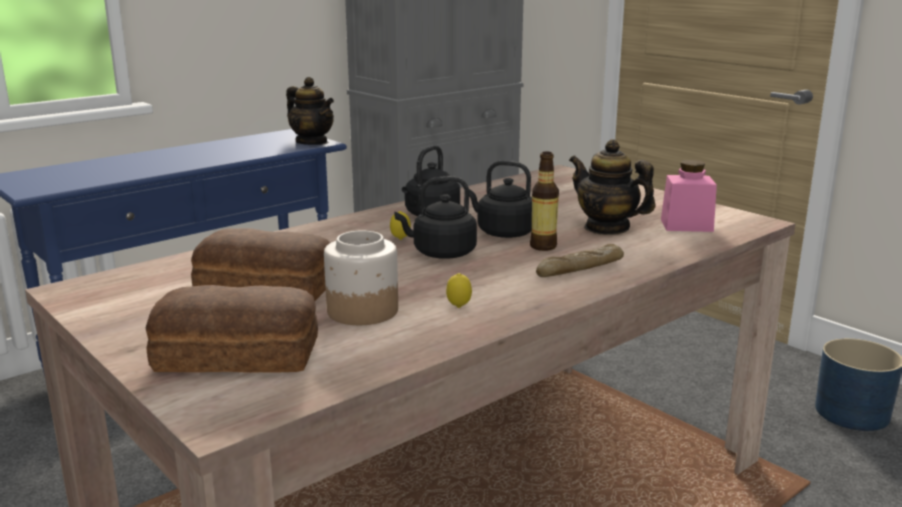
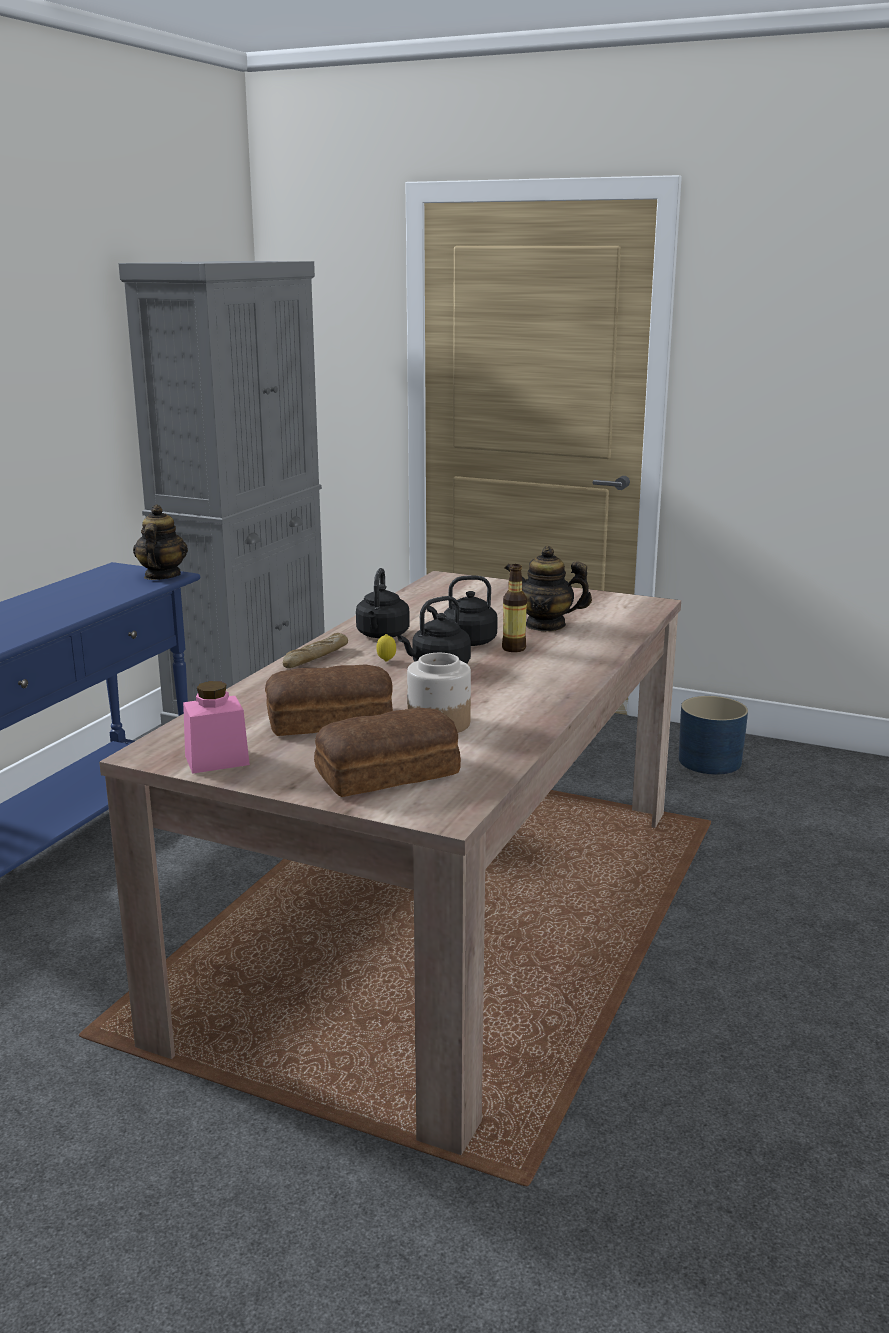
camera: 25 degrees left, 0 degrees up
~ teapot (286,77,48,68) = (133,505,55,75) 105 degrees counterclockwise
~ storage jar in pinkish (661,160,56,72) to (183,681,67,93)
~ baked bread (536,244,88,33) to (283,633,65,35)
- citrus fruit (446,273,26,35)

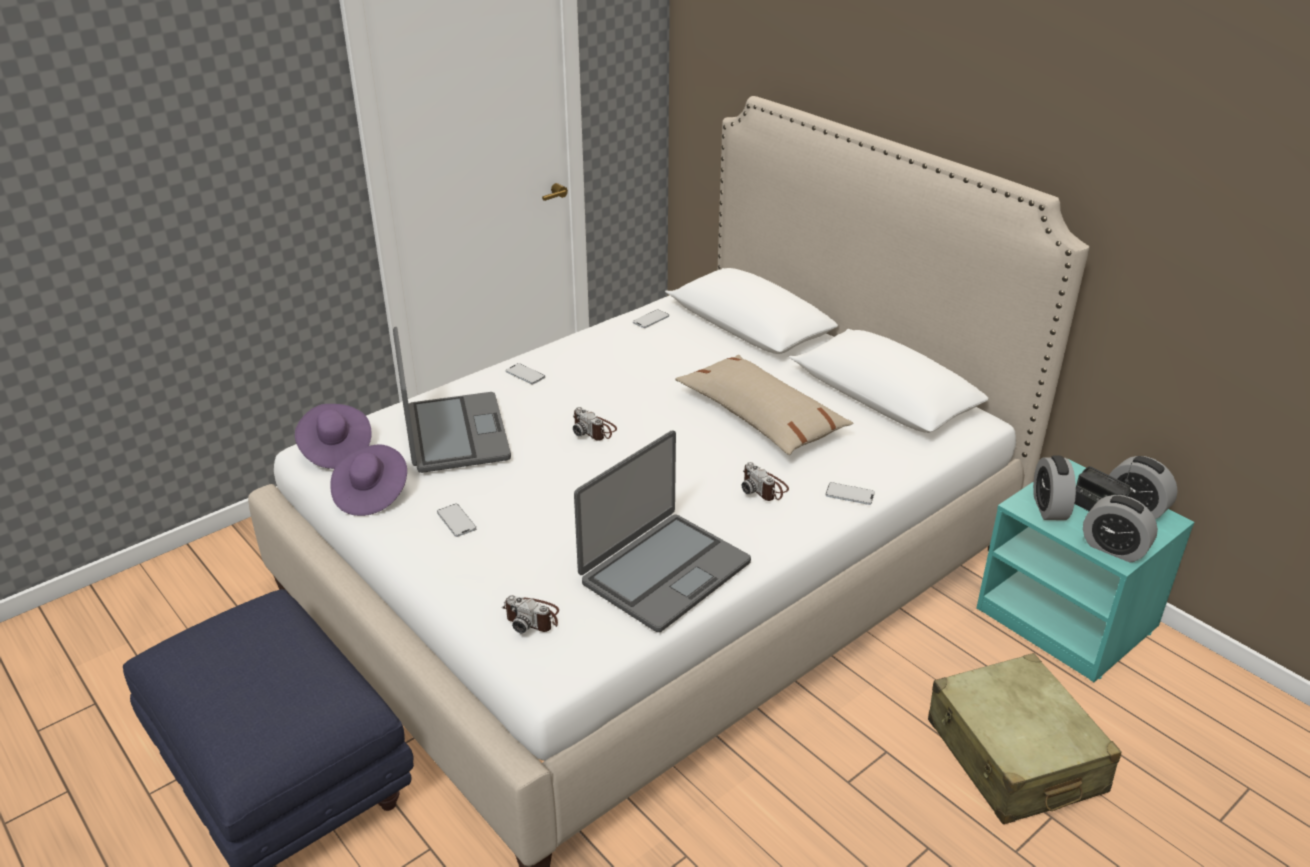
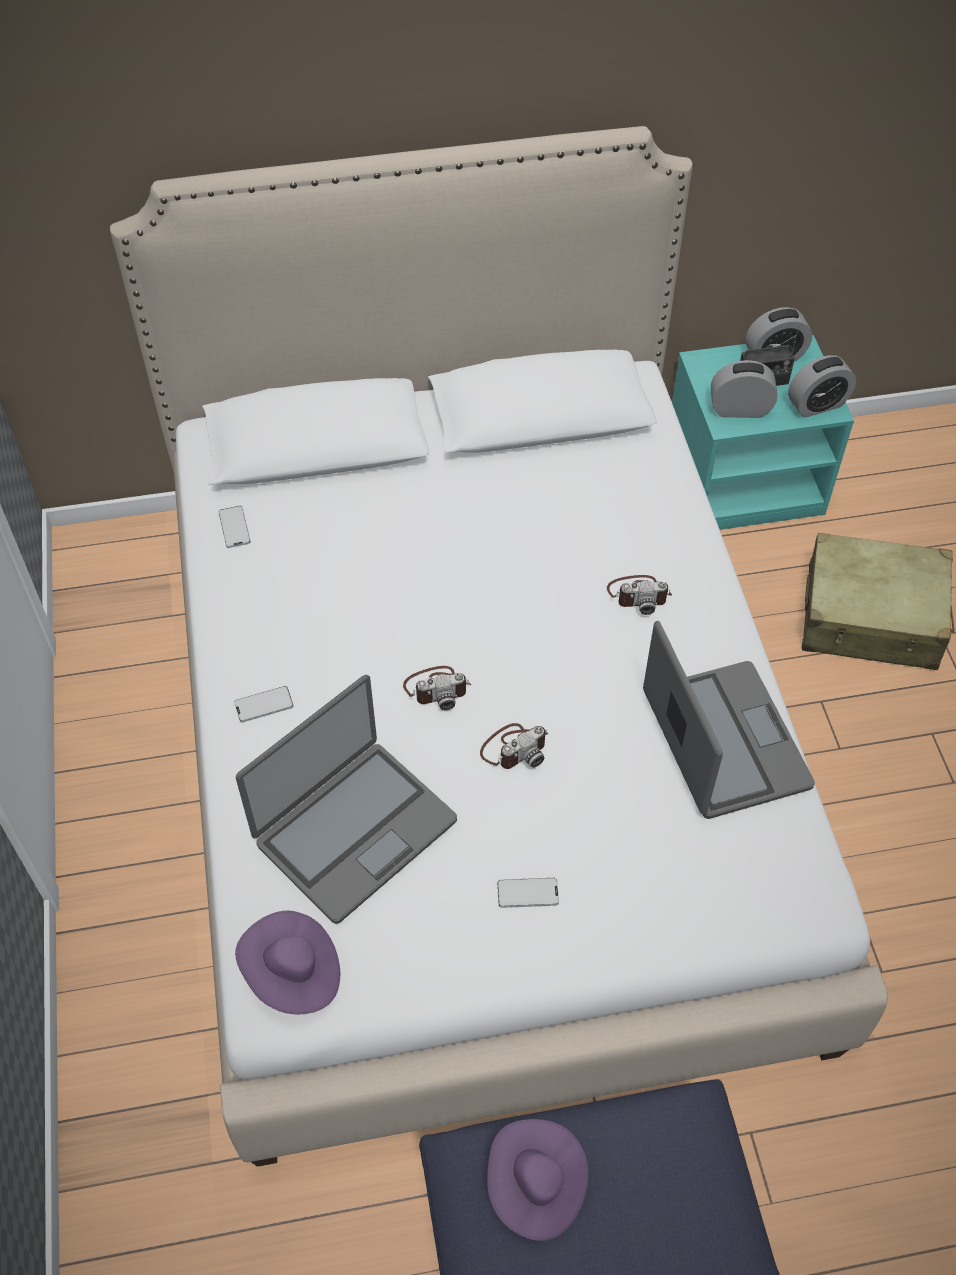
camera: 60 degrees left, 20 degrees up
~ laptop (393,327,118,146) = (236,675,221,249) 120 degrees clockwise
~ still camera (502,595,57,38) to (480,723,68,46)
~ clothing hat in purple (330,444,77,72) to (487,1119,101,122)
~ alarm clock (1033,455,43,65) = (711,360,66,58) 150 degrees clockwise
- throw pillow in beige-coloured (675,355,178,100)
- handset (826,482,49,23)

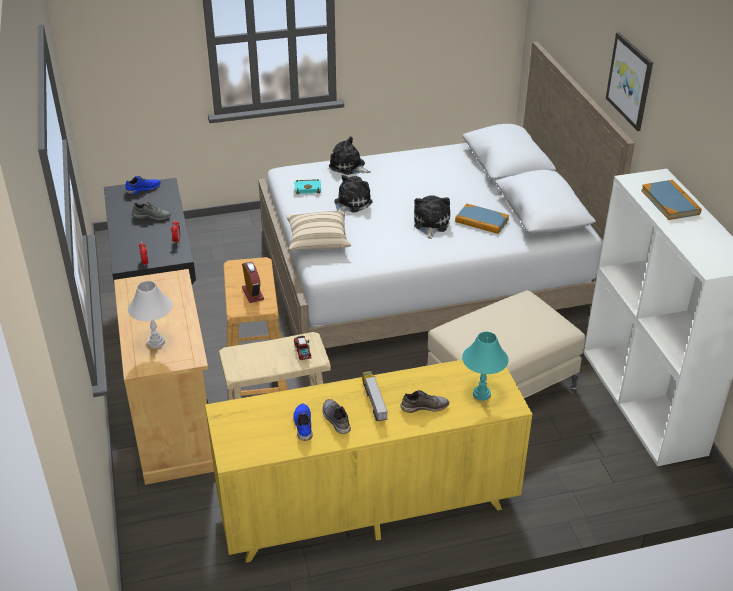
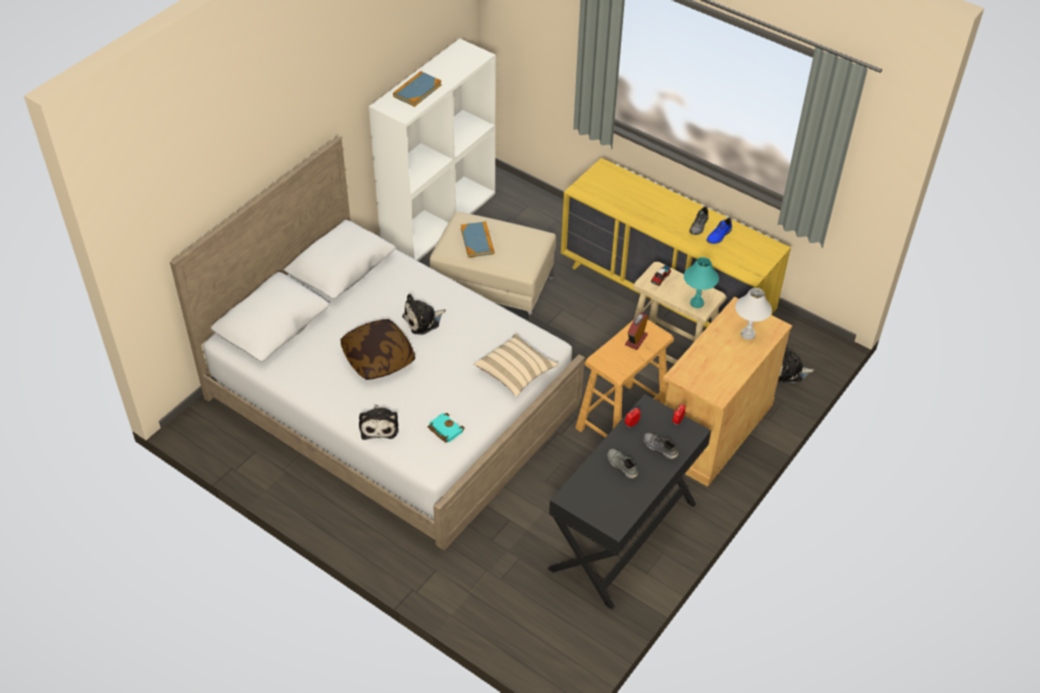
camera: 130 degrees left, 10 degrees up
+ throw pillow (341,319,74,61)
~ book (455,204,54,30) to (461,221,33,37)
~ low shoe in greyish (400,390,49,23) to (643,433,35,26)
~ tabletop lamp in blue-green (462,332,46,69) to (684,257,35,51)
~ cuddly toy (334,175,39,37) to (778,343,36,40)
- low shoe in blue (125,176,36,19)
- model truck (362,371,26,50)
- wall picture (606,32,47,99)

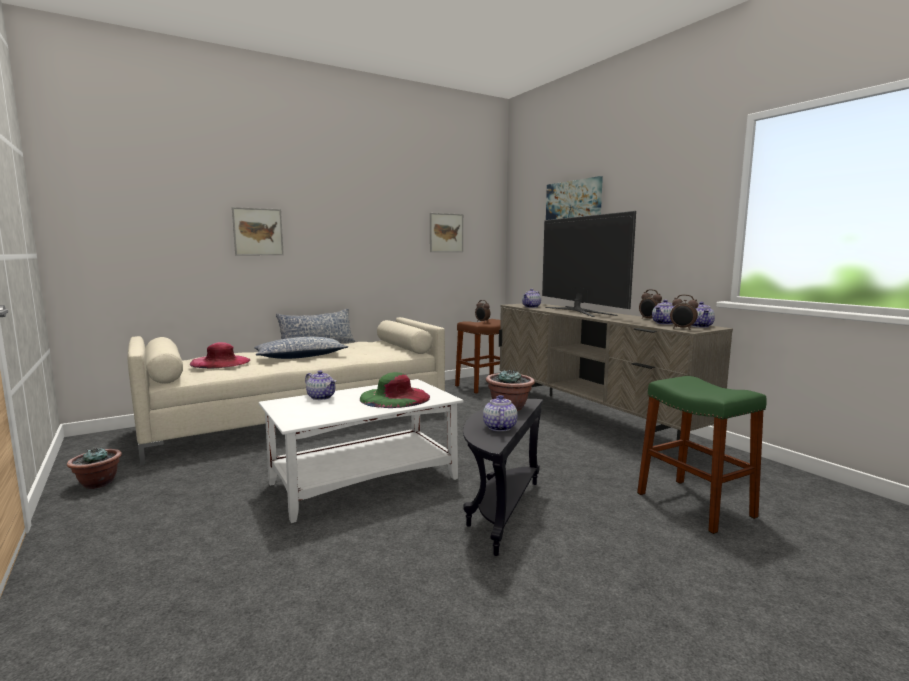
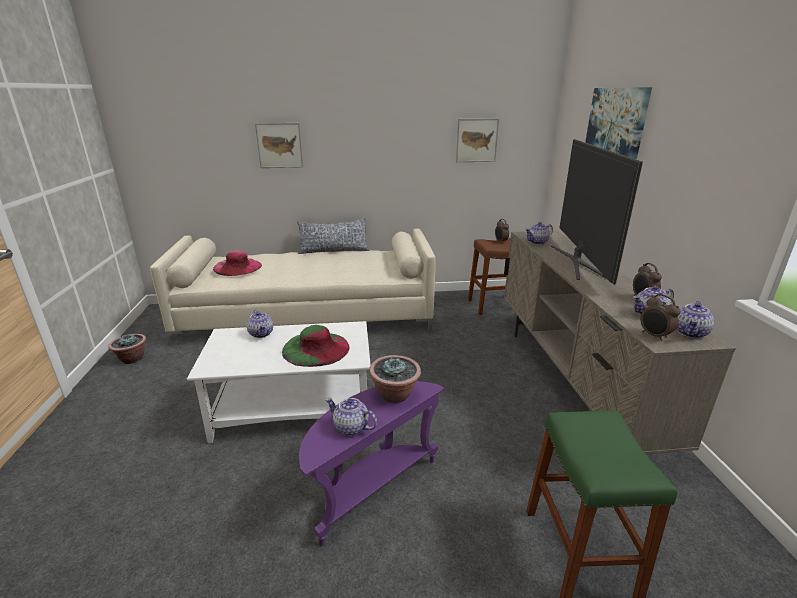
camera: 25 degrees right, 15 degrees up
~ accent table in black (463,399,80,157) to accent table in purple (299,381,146,165)
~ teapot (483,395,35,37) = (325,398,52,38) 90 degrees counterclockwise
- throw pillow (254,337,94,22)

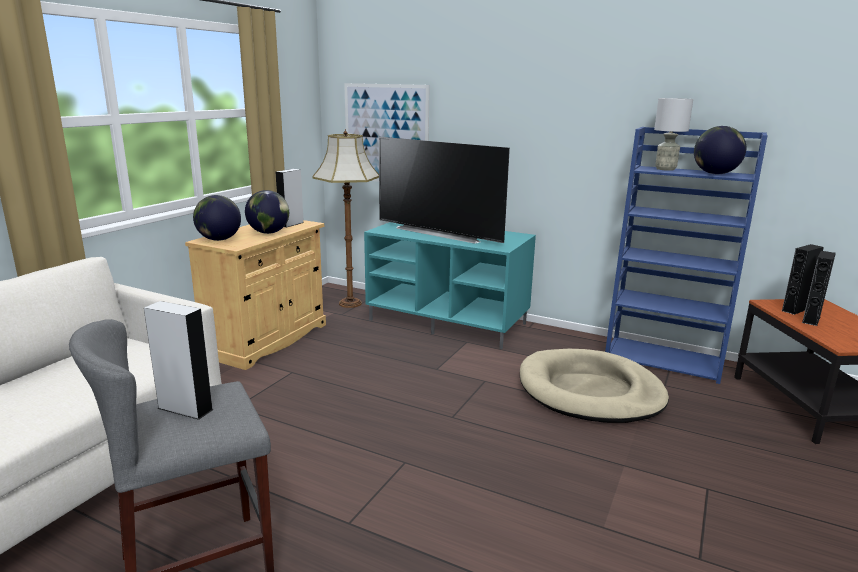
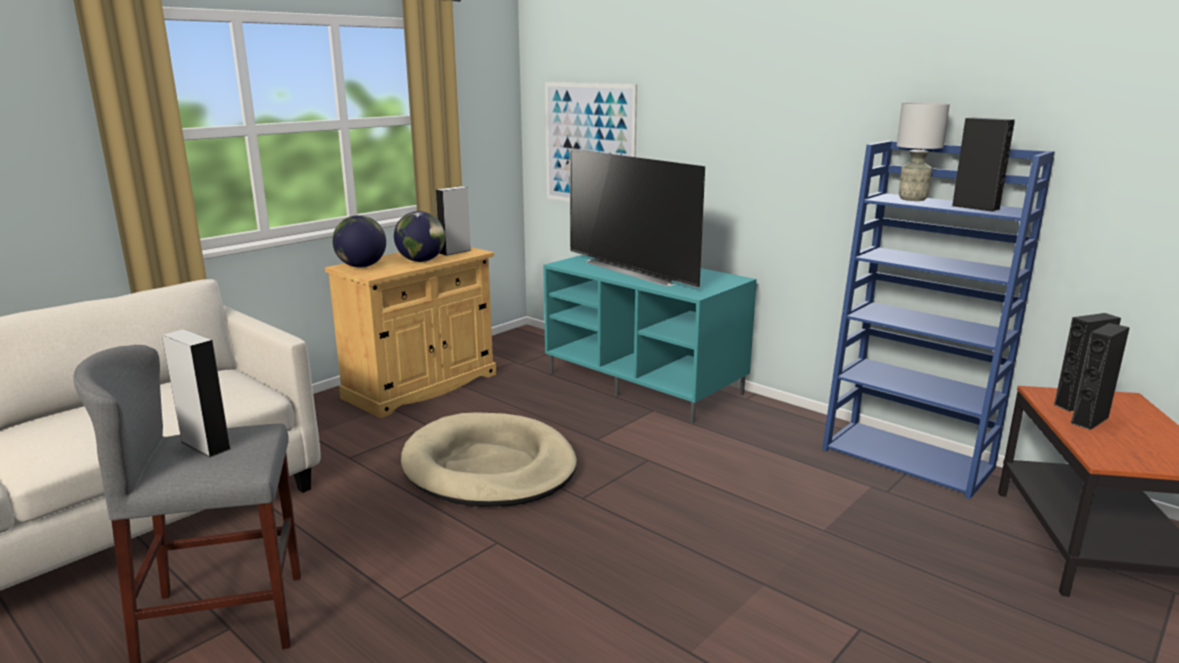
camera: 15 degrees right, 0 degrees up
~ pet bed in beige-coloured (520,349,149,74) to (401,412,176,95)
~ world globe (694,126,52,48) to audio speaker in black (952,118,63,94)
- standard lamp (312,129,67,179)

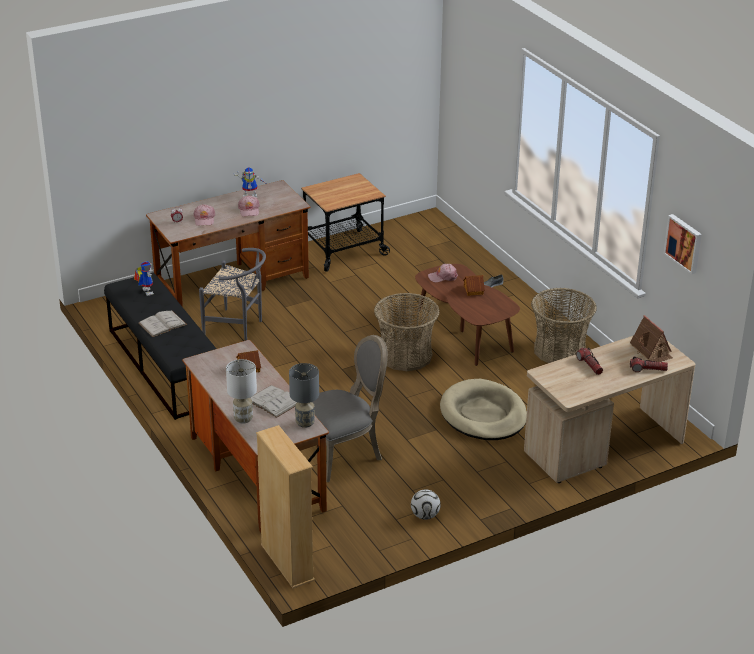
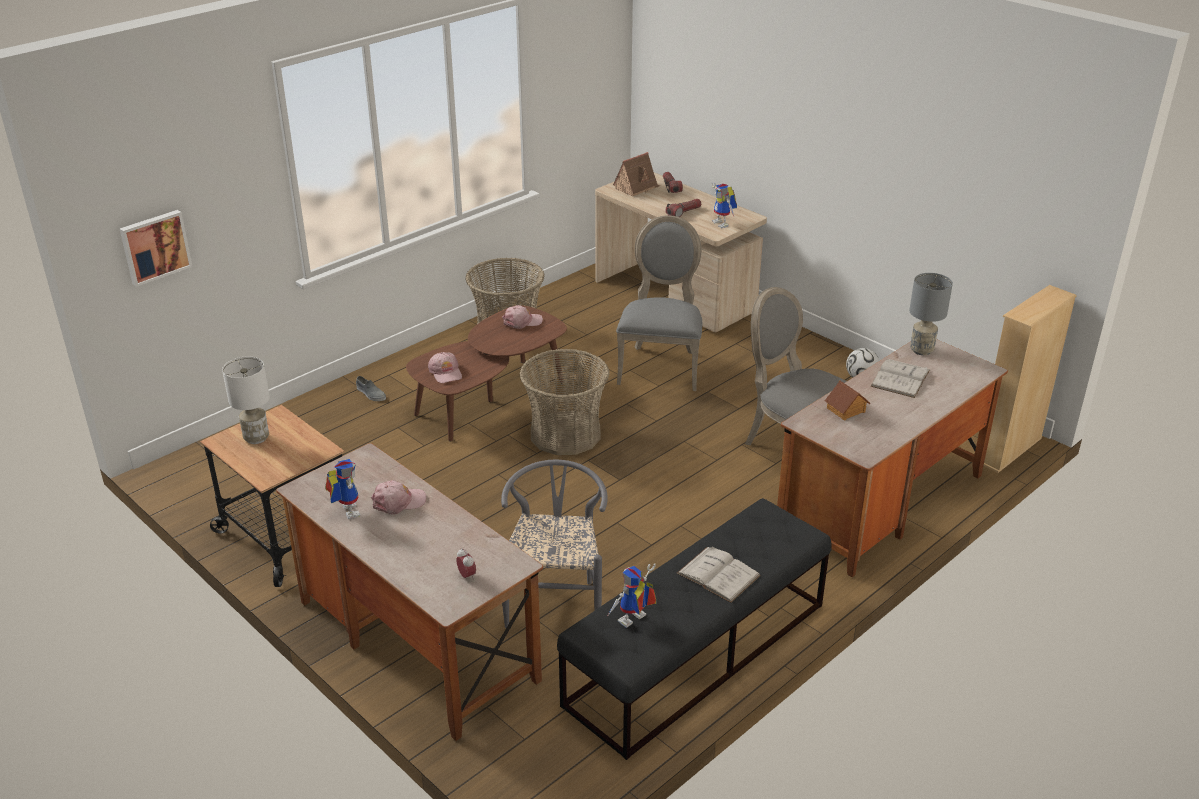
camera: 105 degrees left, 0 degrees up
~ wall picture (663,214,39,61) to (120,210,73,77)
~ tabletop lamp in whitish (226,359,31,65) to (222,356,48,88)
~ baseball cap in pinkish (193,204,22,22) to (502,305,41,24)
~ pet bed in beige-coloured (440,379,87,61) to upright chair in greyish (616,215,86,176)
+ model robot (711,182,26,46)
- miniature house (463,275,22,21)

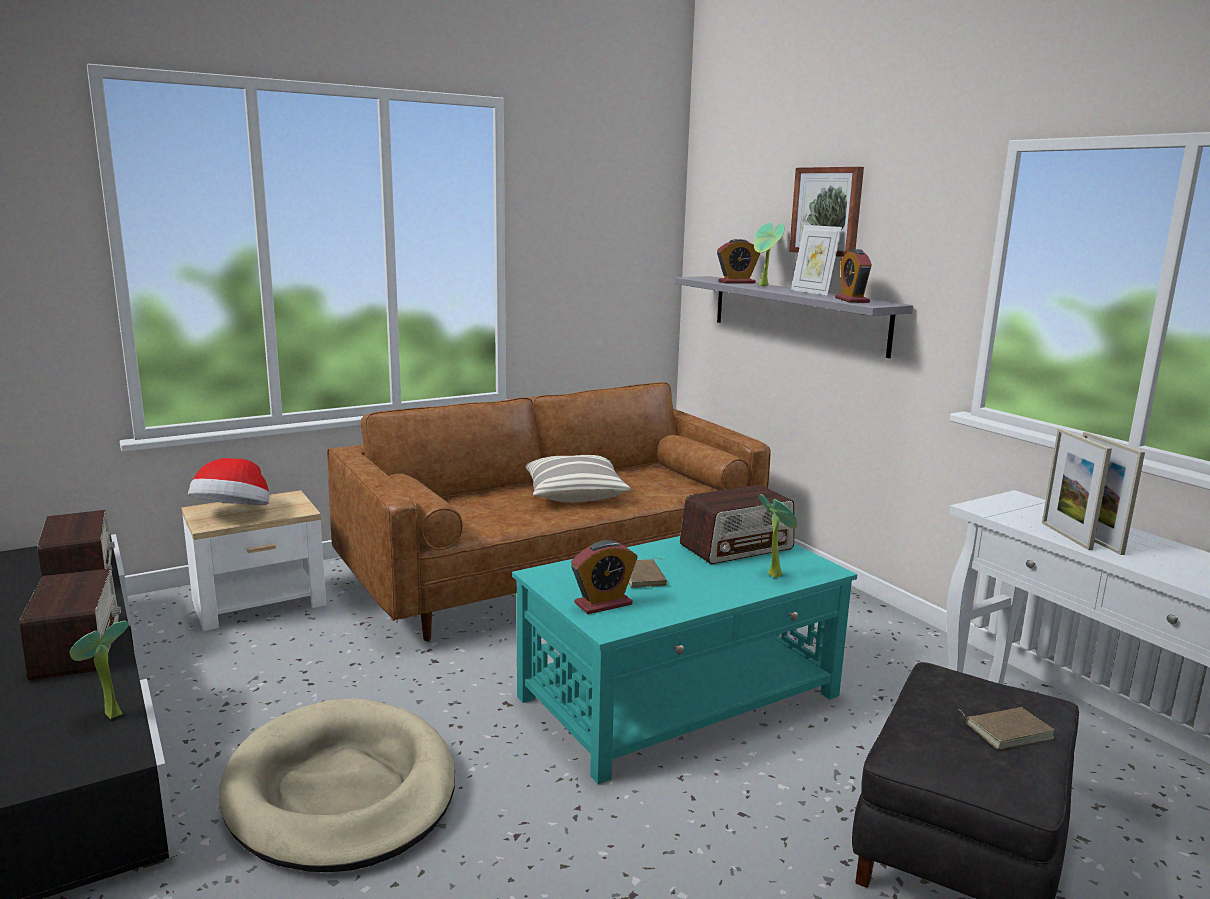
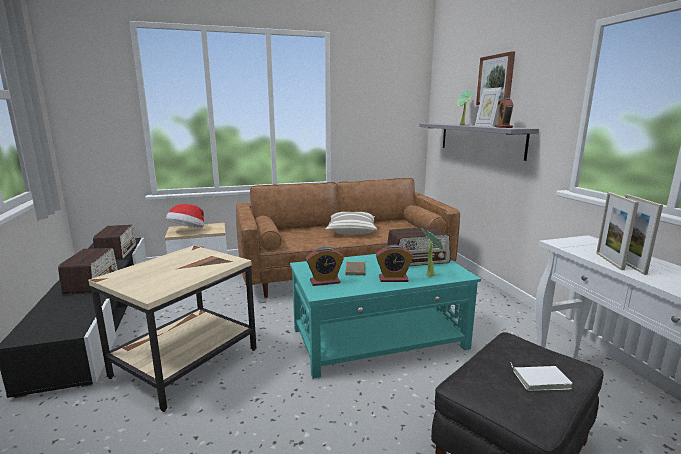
camera: 15 degrees right, 0 degrees up
~ pet bed in beige-coloured (219,698,236,174) to accent table in beige-coloured (88,246,168,166)
~ alarm clock (717,239,43,45) to (376,245,37,37)
~ book in brown (957,707,98,42) to book in whitish (510,362,63,29)
- plant in a pot (69,621,60,98)

